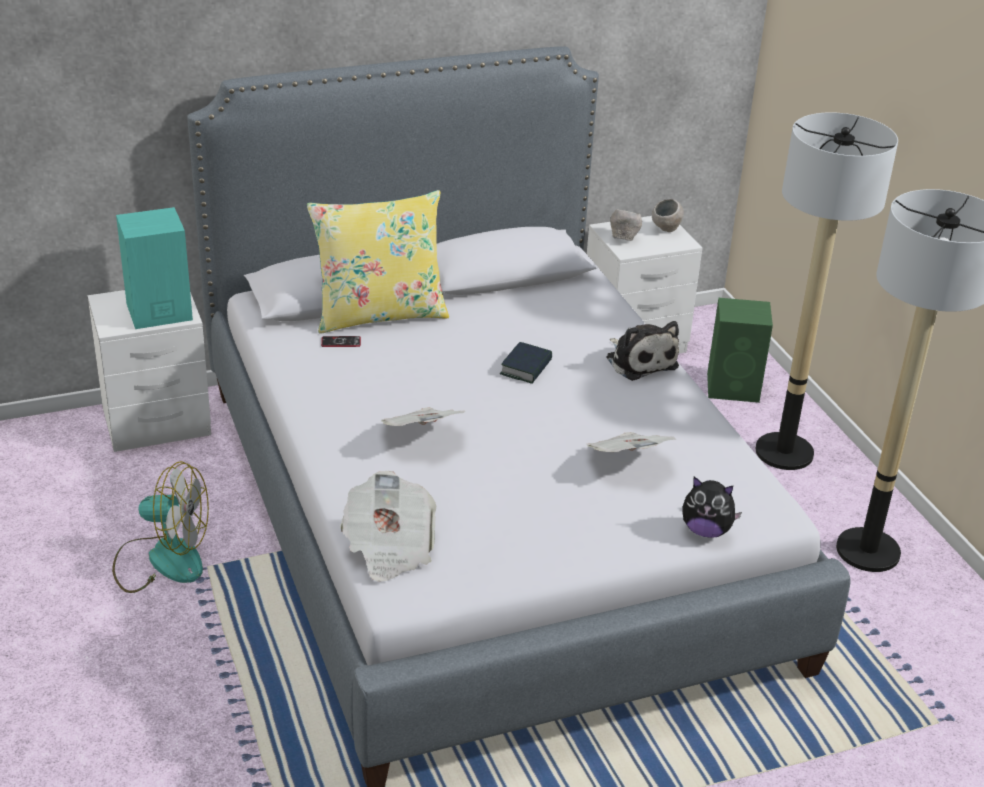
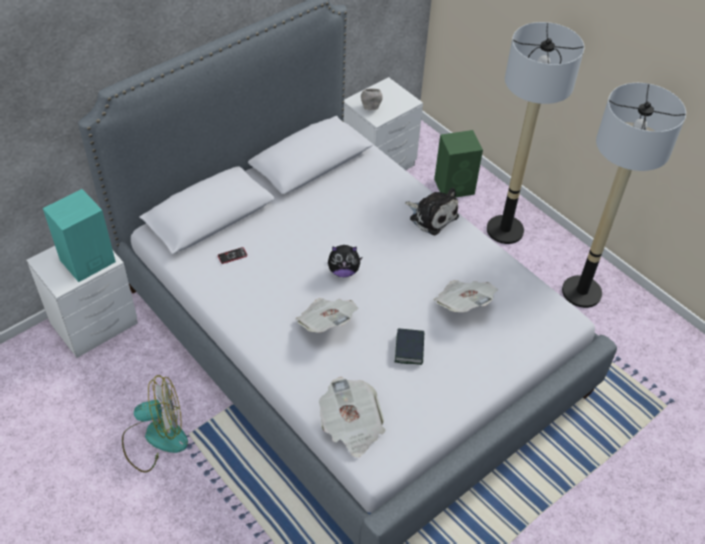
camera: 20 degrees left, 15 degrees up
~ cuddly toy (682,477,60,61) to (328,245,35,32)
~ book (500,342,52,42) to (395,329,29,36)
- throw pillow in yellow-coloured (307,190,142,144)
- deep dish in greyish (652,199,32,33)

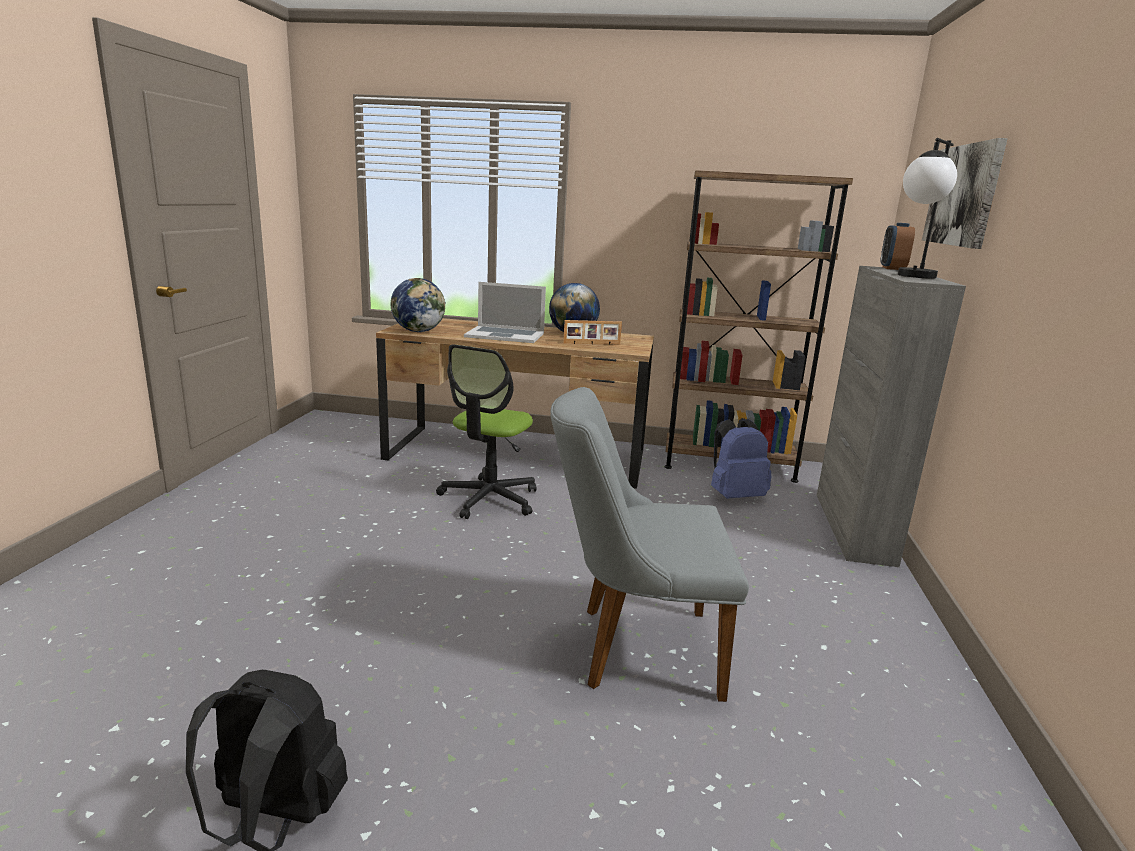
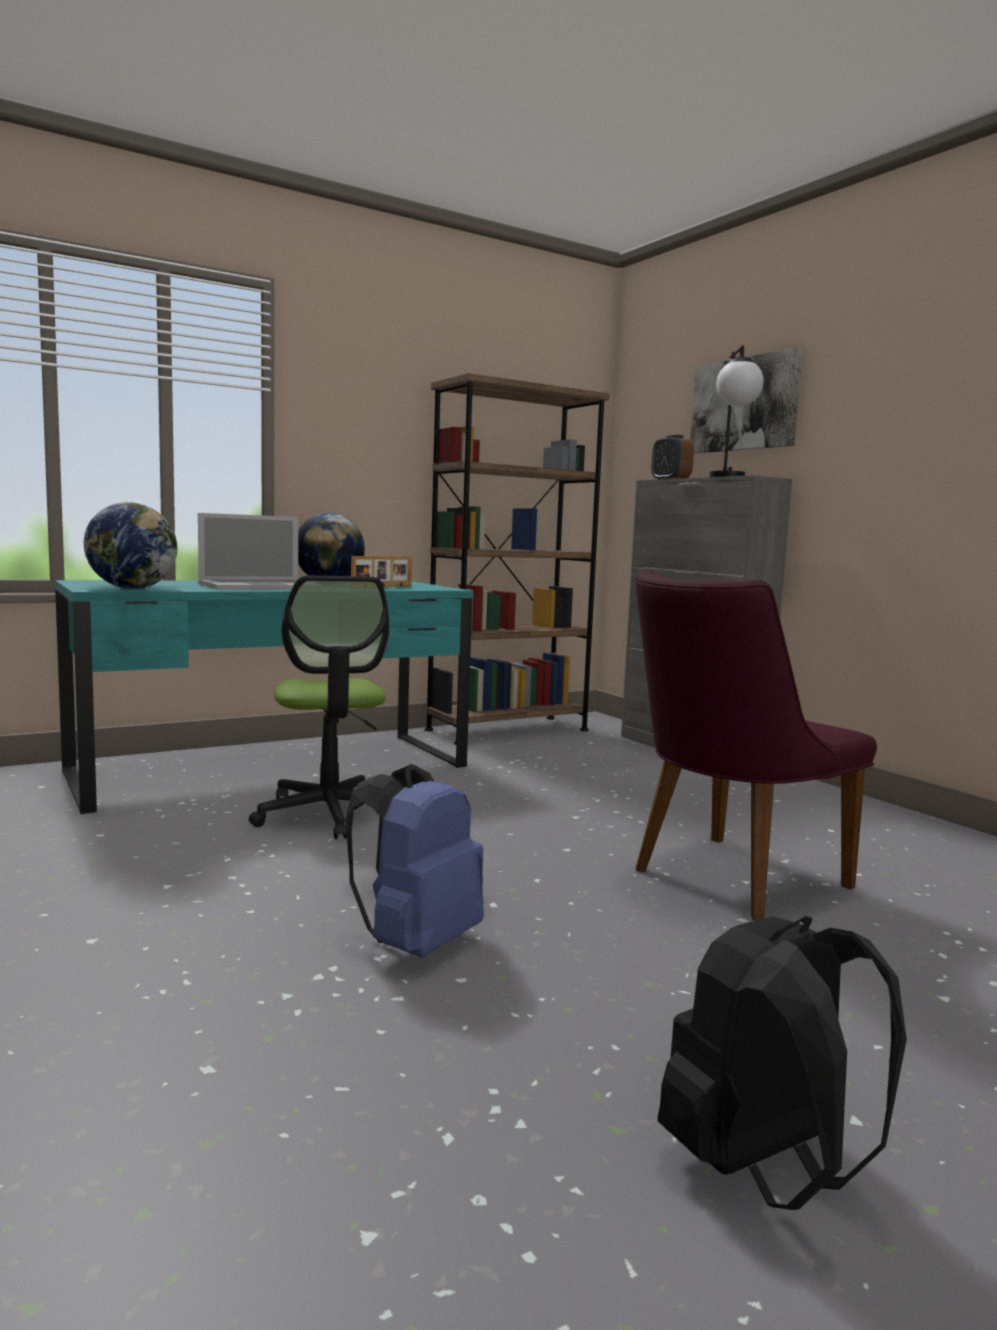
camera: 40 degrees left, 10 degrees down
~ desk table in brown (376,318,278,171) to desk table in blue-green (55,580,418,234)
~ knapsack in blue (711,418,60,81) to (345,764,139,193)
~ upright chair in greyish (550,387,199,315) to upright chair in purple (635,571,242,350)

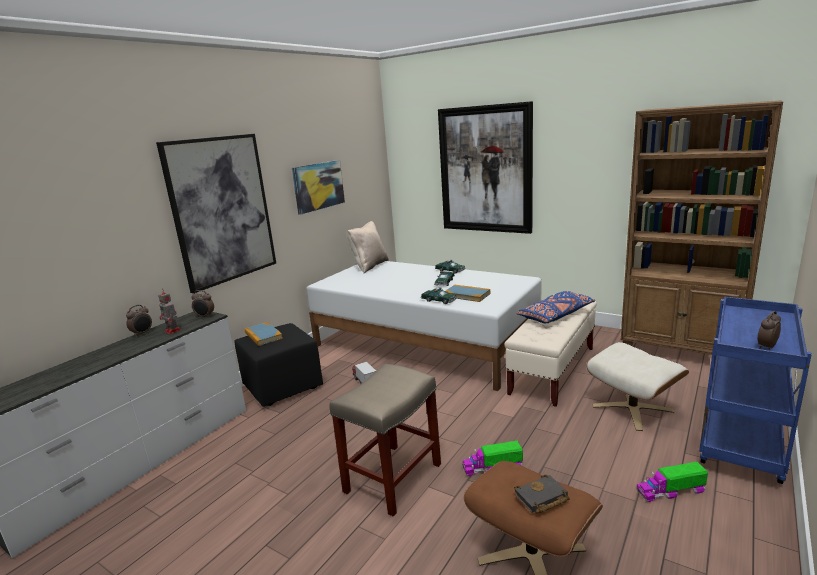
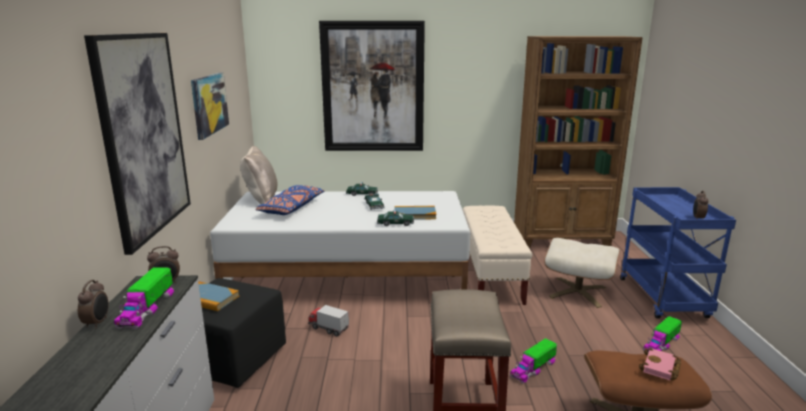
camera: 35 degrees left, 0 degrees up
~ model robot (158,288,23,46) to model truck (114,267,60,63)
~ throw pillow in blue (516,291,79,32) to (255,185,69,30)
~ book in black (514,475,56,39) to book in pinkish (639,348,42,32)

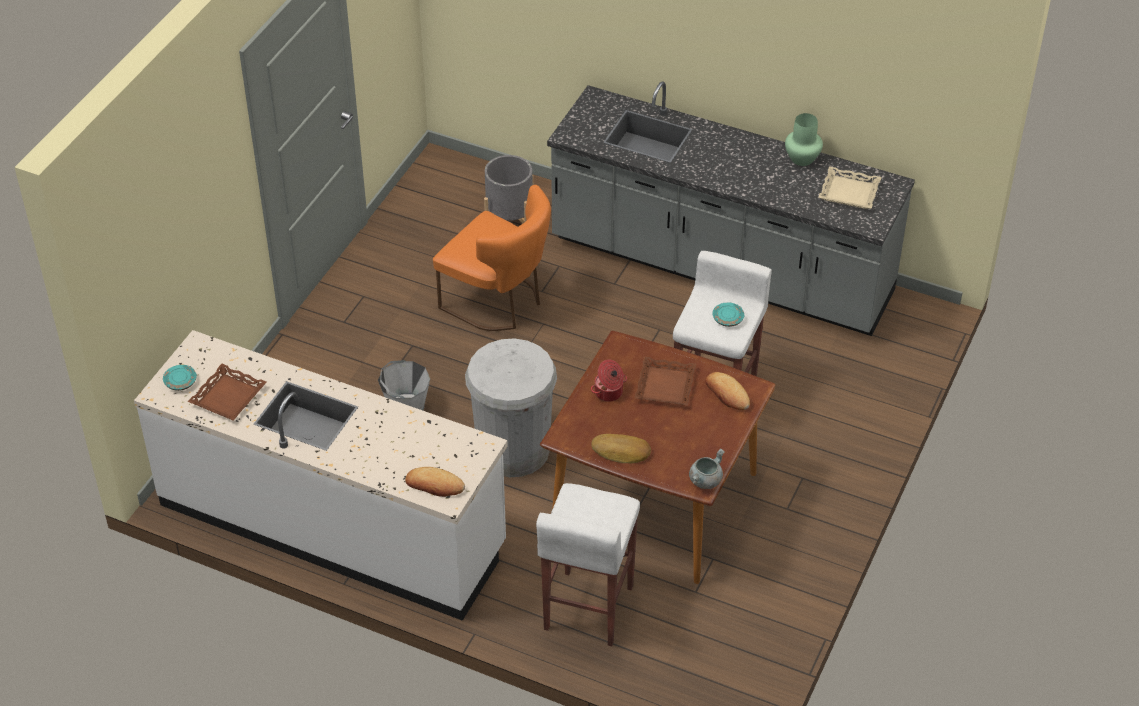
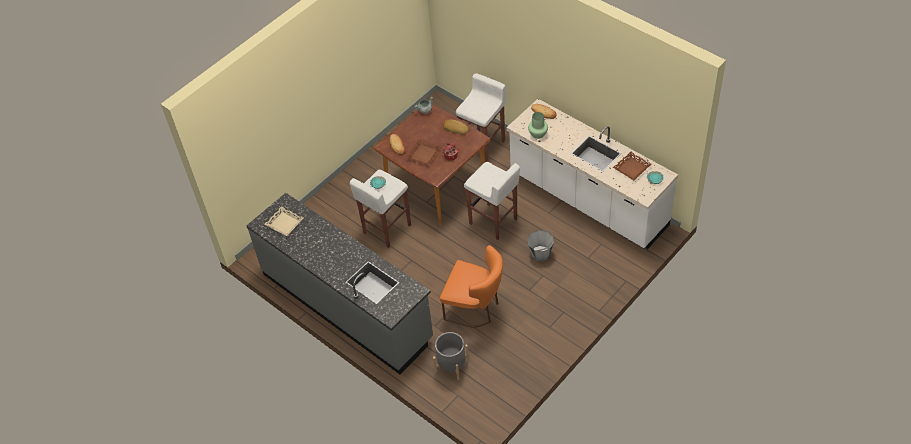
camera: 160 degrees left, 5 degrees up
~ upright chair in orange-coloured (433,185,118,146) = (440,245,63,83) 150 degrees clockwise
~ rubbish bin in whitish (465,338,92,139) to stool in whitish (464,162,56,78)
~ decorative vase in green (785,113,38,53) to (528,112,20,27)

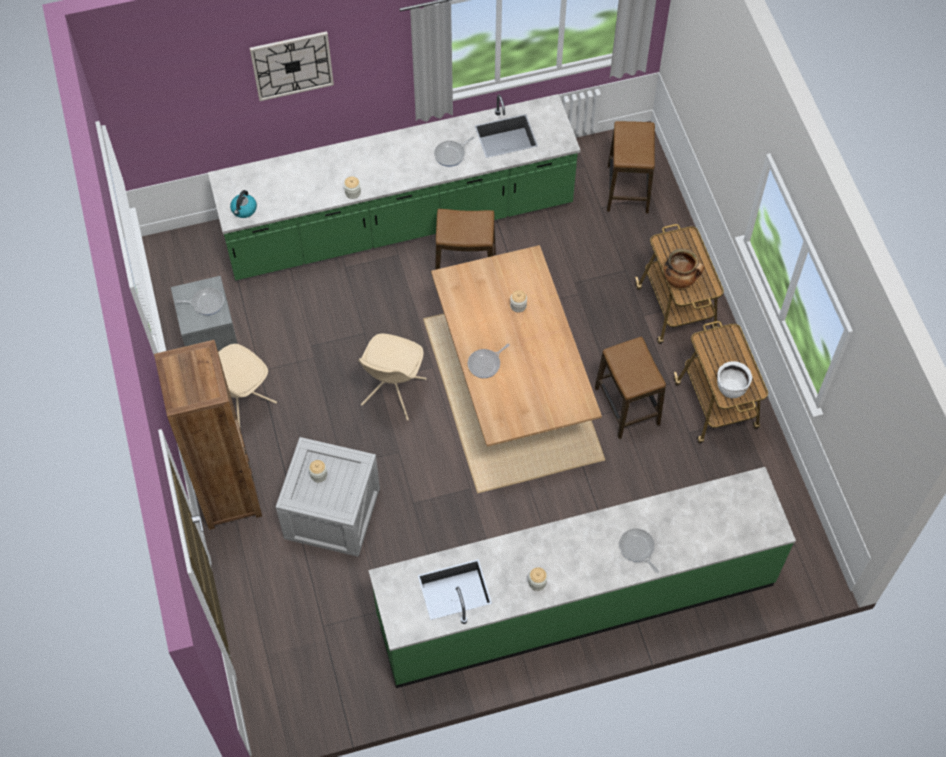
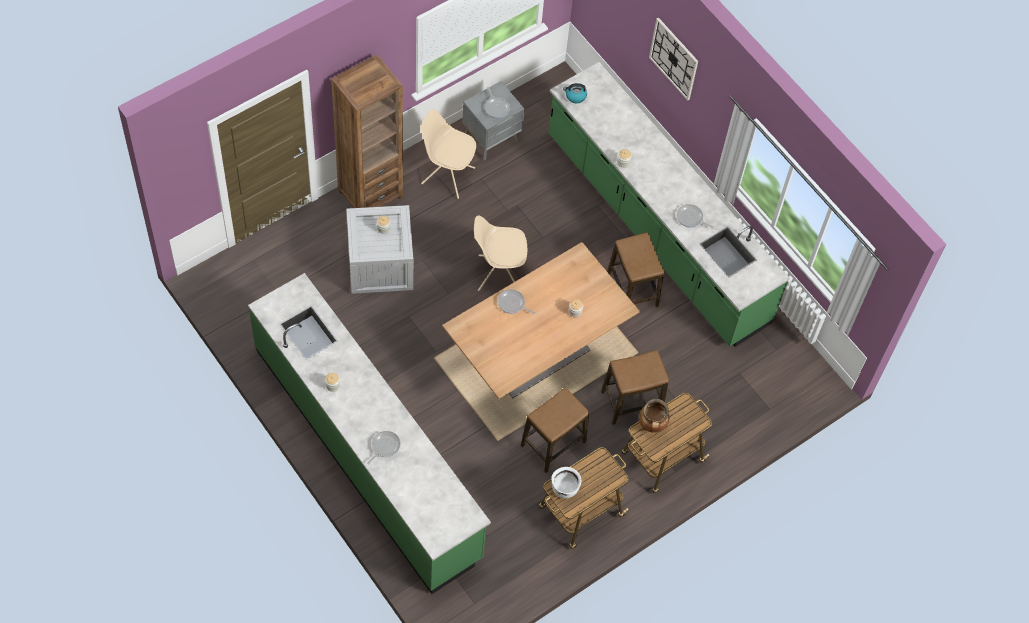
camera: 65 degrees right, 0 degrees up
~ stool (607,121,48,92) to (601,350,68,75)

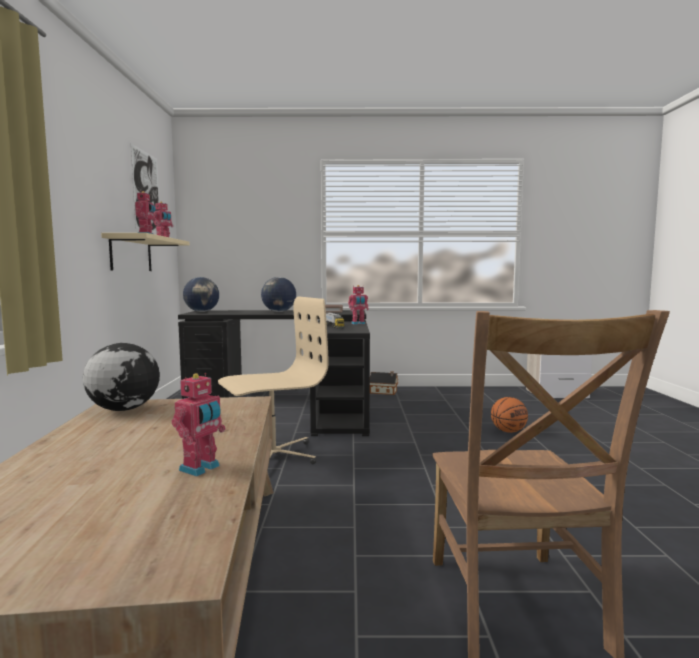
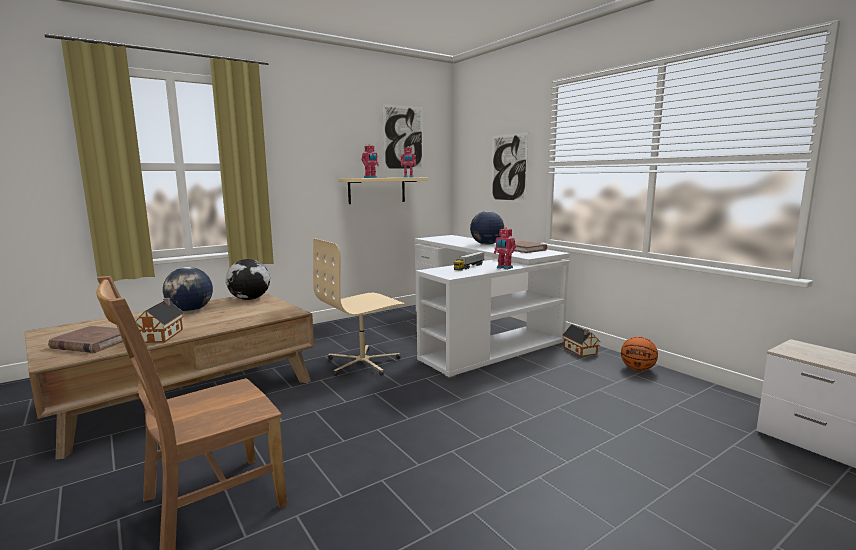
camera: 55 degrees right, 5 degrees up
+ book in brown (48,326,75,27)
~ model robot (172,373,54,104) to miniature house (136,298,48,45)
~ world globe (183,277,36,35) to (163,267,50,45)
~ computer chair in beige-coloured (218,296,111,168) = (313,238,92,138) 120 degrees clockwise
~ desk table in black (178,310,192,126) to desk table in whitish (415,235,155,144)
+ wall picture (491,133,37,69)
~ basketball ball (491,397,37,36) to (621,337,37,34)

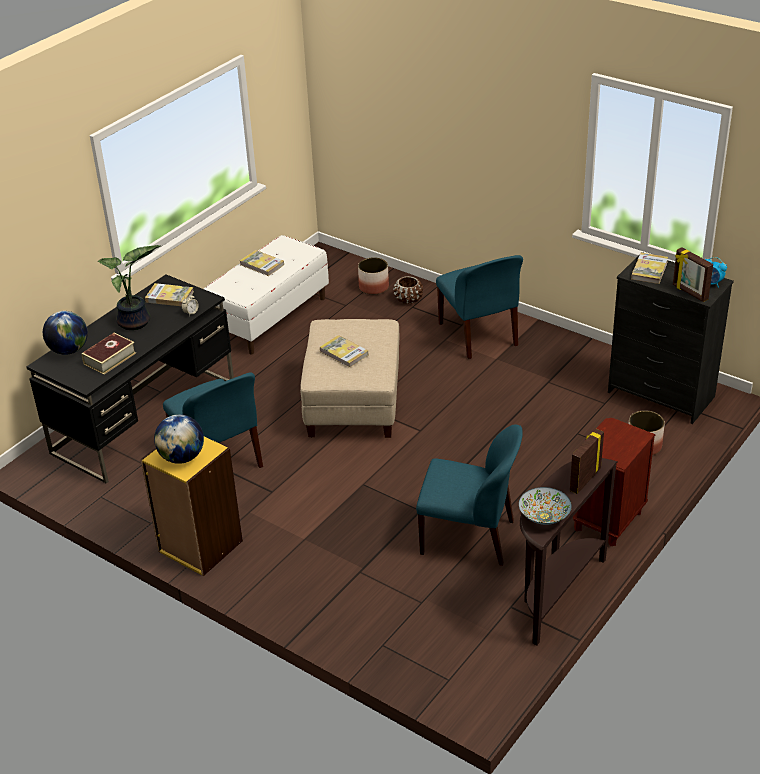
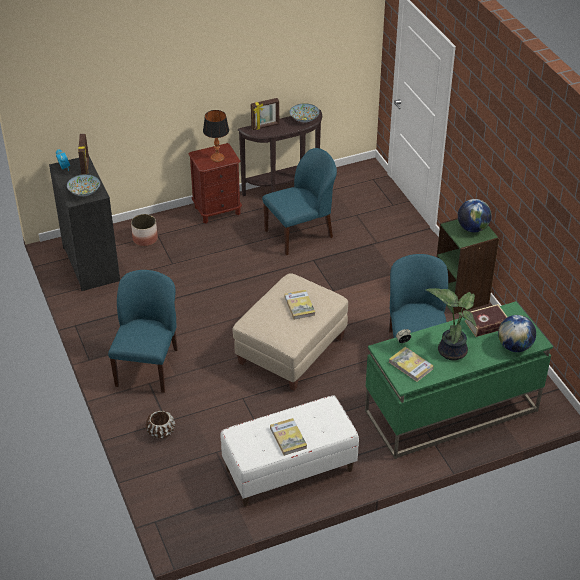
camera: 150 degrees left, 5 degrees up
~ book (631,253,37,31) to deep dish (67,174,33,22)
+ tabletop lamp (203,110,26,52)
~ upright chair in blue (416,425,107,141) = (262,148,75,107) 105 degrees clockwise
~ desk table in black (26,275,208,209) to desk table in green (365,301,188,158)
~ bookcase in yellow-coloured (140,437,103,139) to bookcase in green (437,218,62,96)
- flower pot (358,257,31,38)

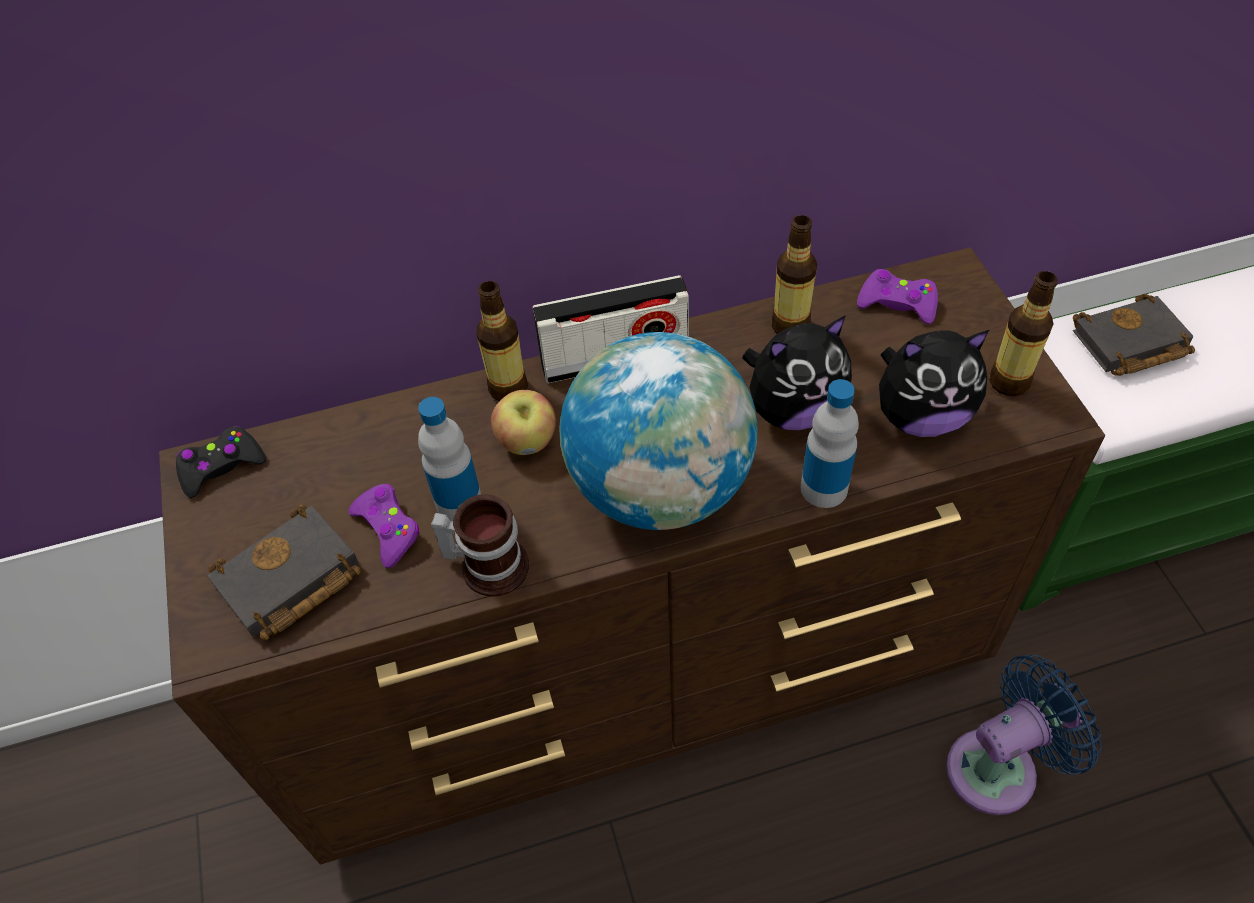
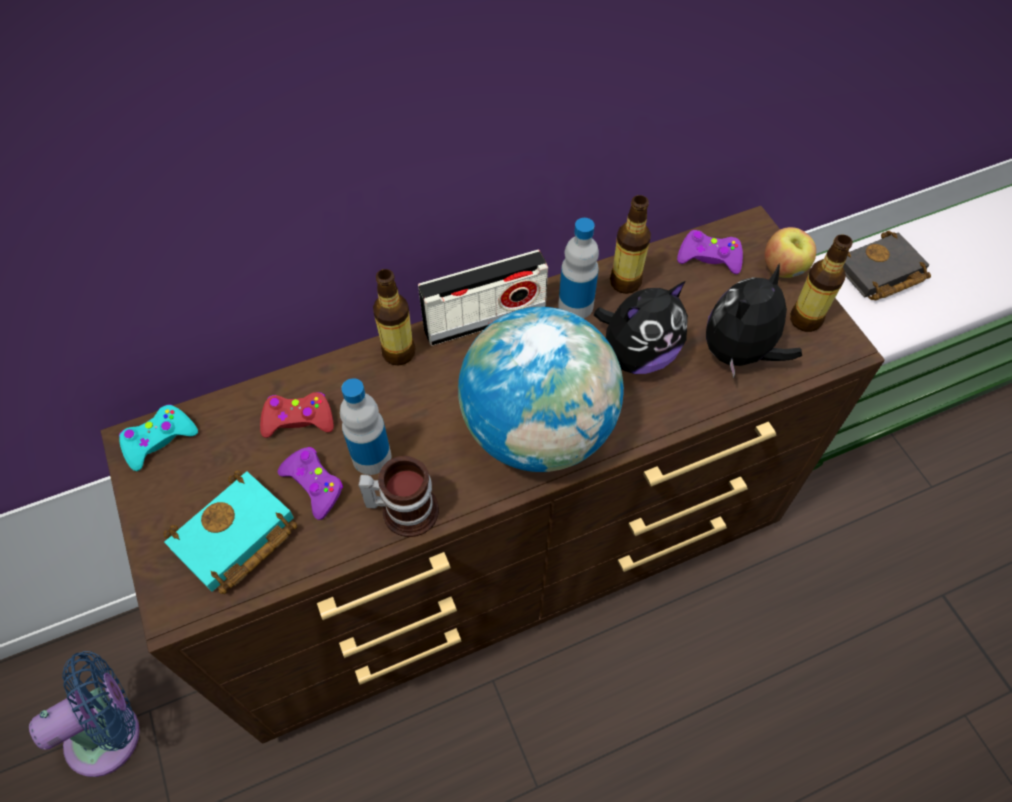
camera: 10 degrees left, 5 degrees up
~ cooling fan in blue (946,655,156,160) to (29,651,111,126)
~ gamepad in black (176,426,90,72) to gamepad in blue-green (119,404,79,67)
~ book in black (207,504,154,136) to book in blue-green (163,470,134,124)
+ gamepad in red-coloured (260,392,74,46)
~ bottle (801,379,58,129) to (558,218,41,101)
~ cuddly toy (879,330,110,107) = (706,264,96,114) 150 degrees clockwise
~ apple fruit (491,390,65,65) to (764,227,52,51)

